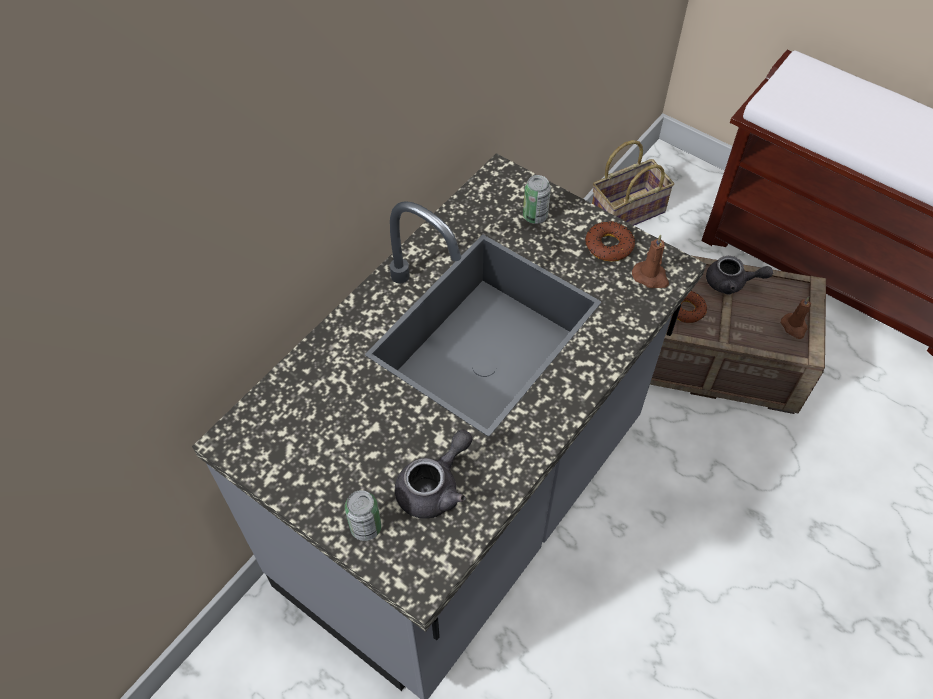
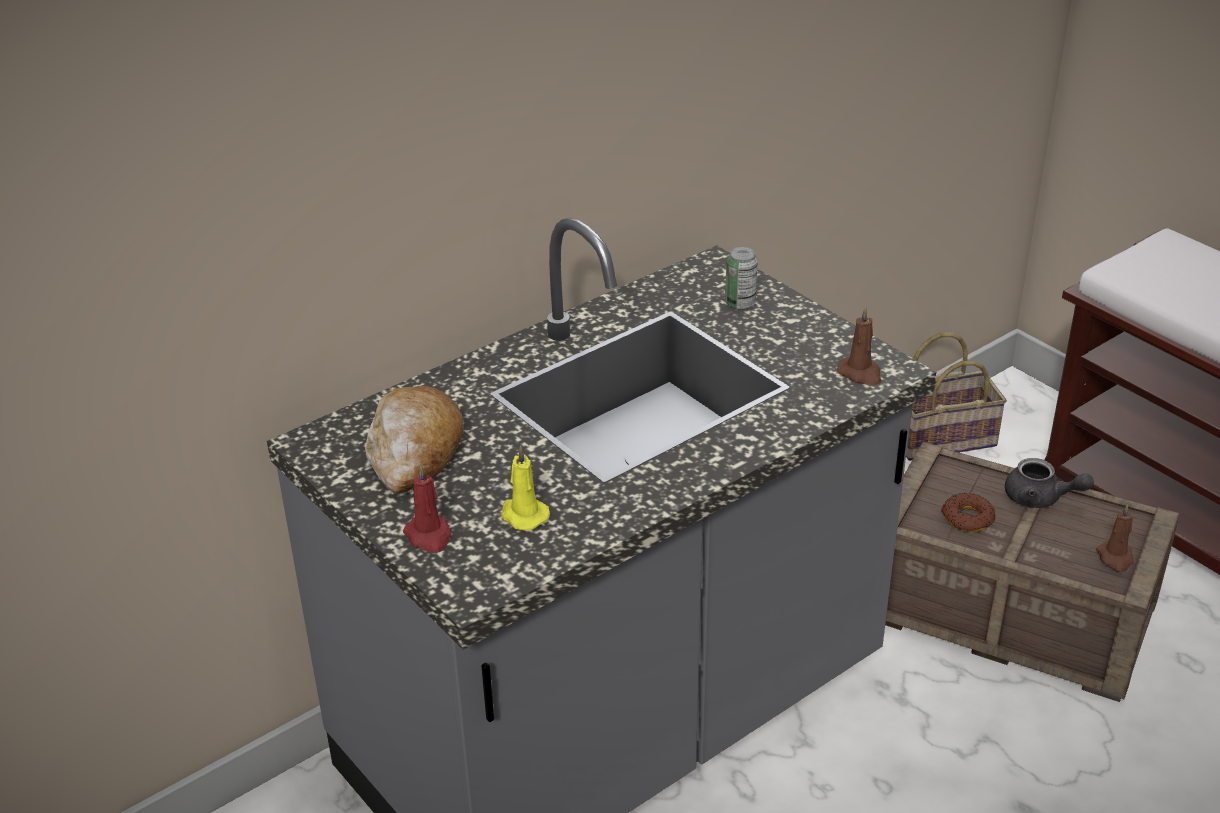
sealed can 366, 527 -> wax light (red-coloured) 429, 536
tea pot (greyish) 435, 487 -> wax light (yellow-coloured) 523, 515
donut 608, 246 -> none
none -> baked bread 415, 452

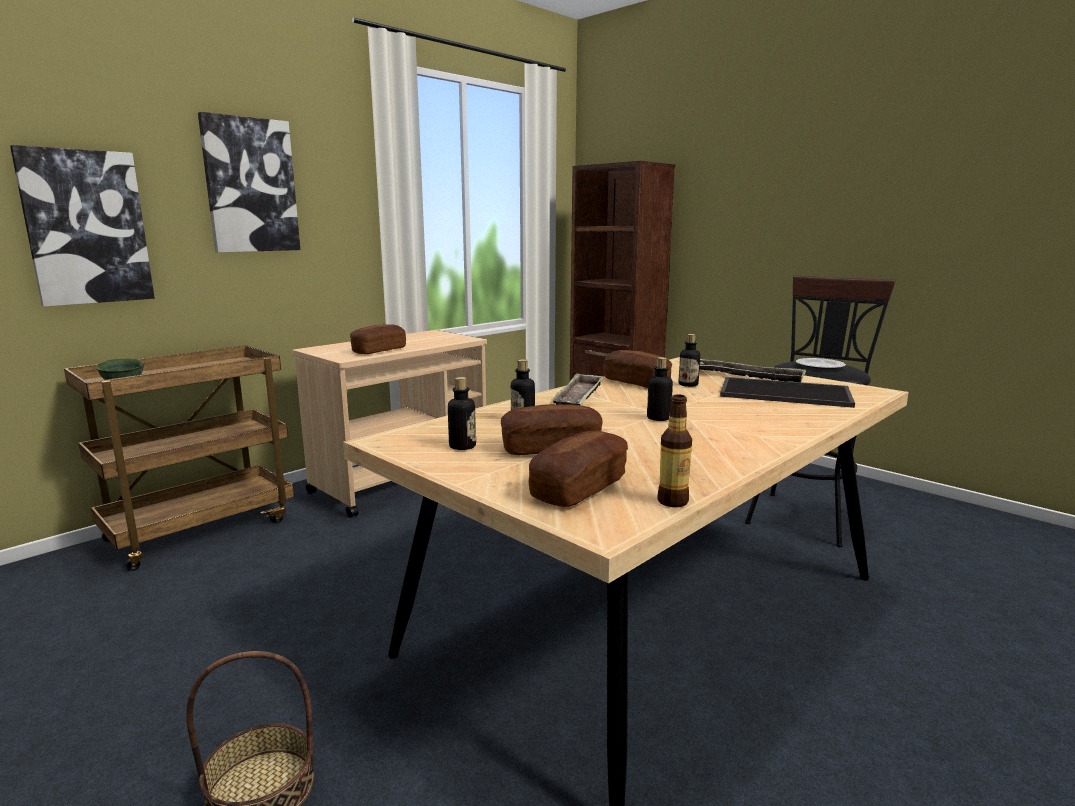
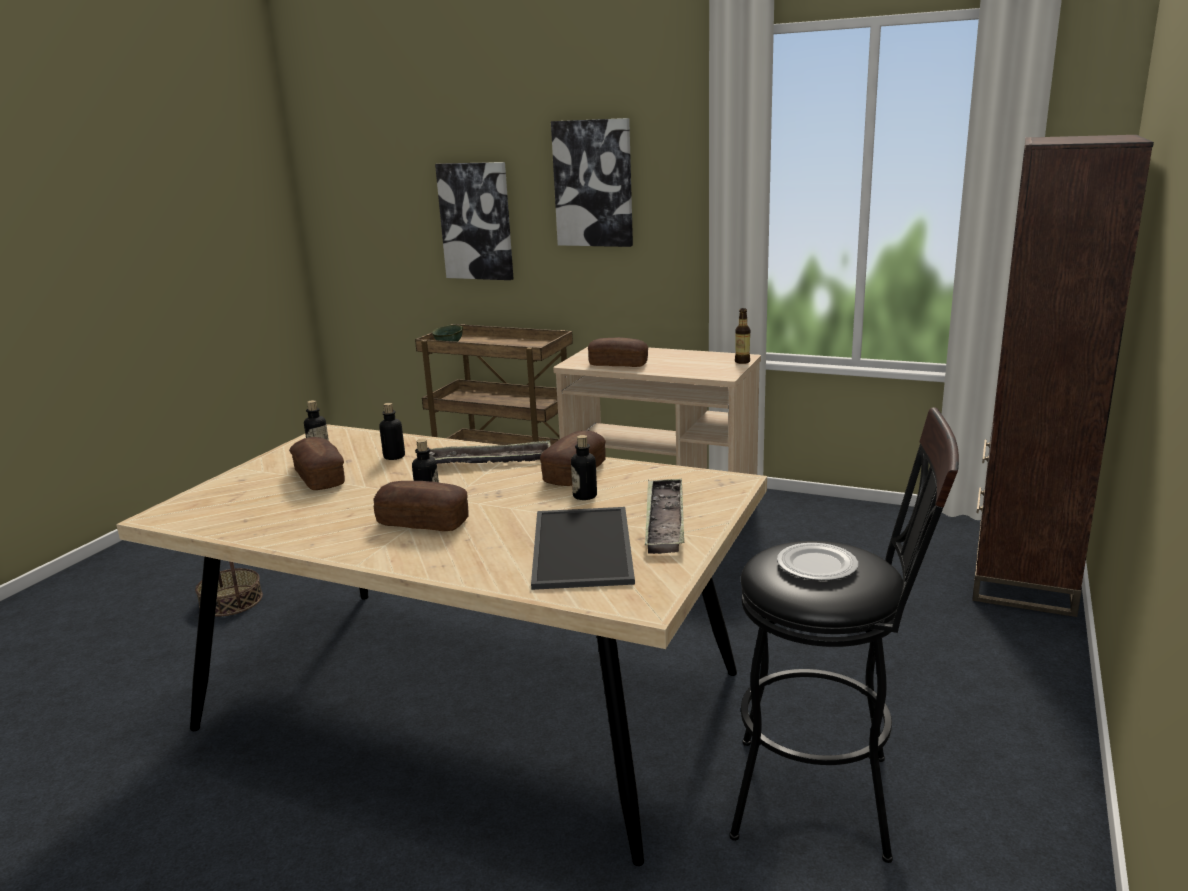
baked bread 579, 488 -> baked bread 423, 522, move
drink bottle 673, 501 -> drink bottle 742, 362, move

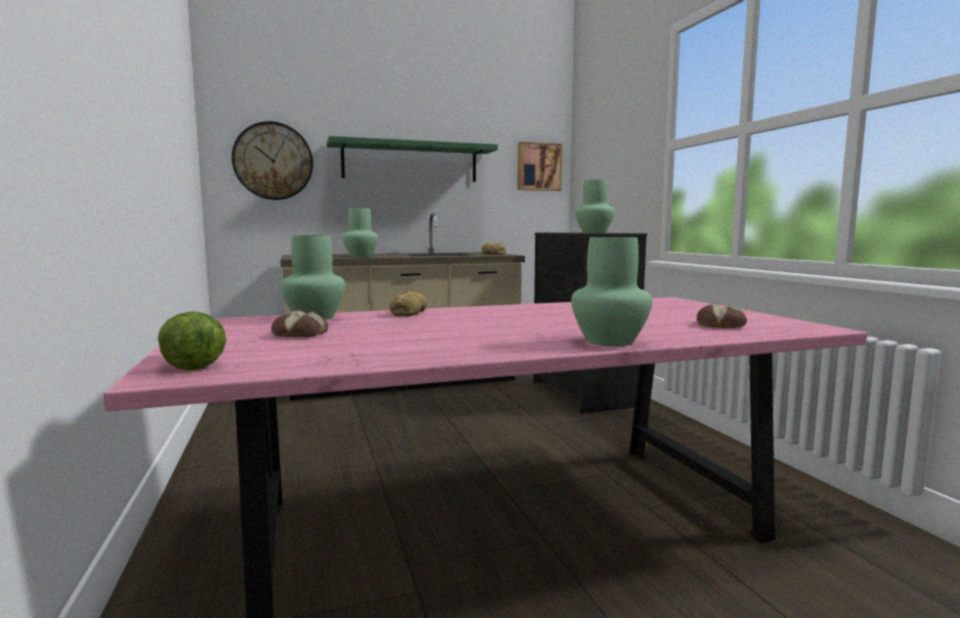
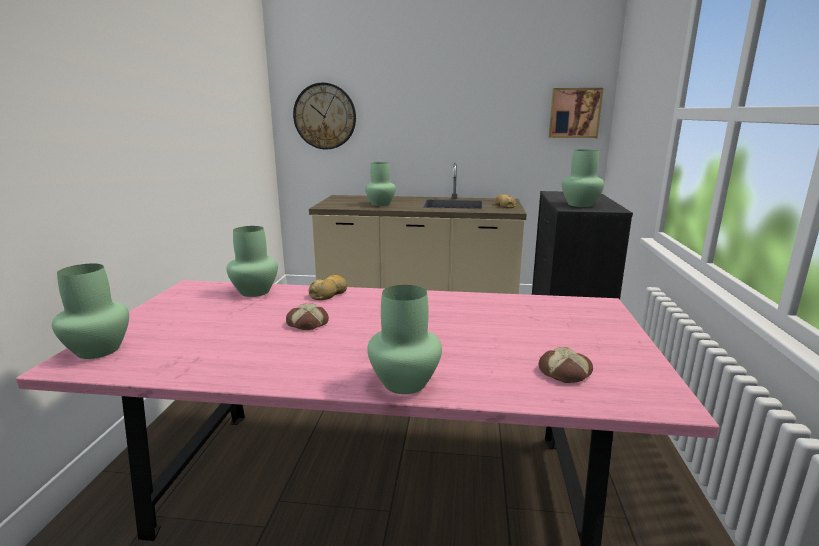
lettuce 192, 363 -> decorative vase (green-coloured) 97, 350
baked bread 299, 334 -> baked bread 306, 323, move
bracket shelf (green-coloured) 410, 162 -> none

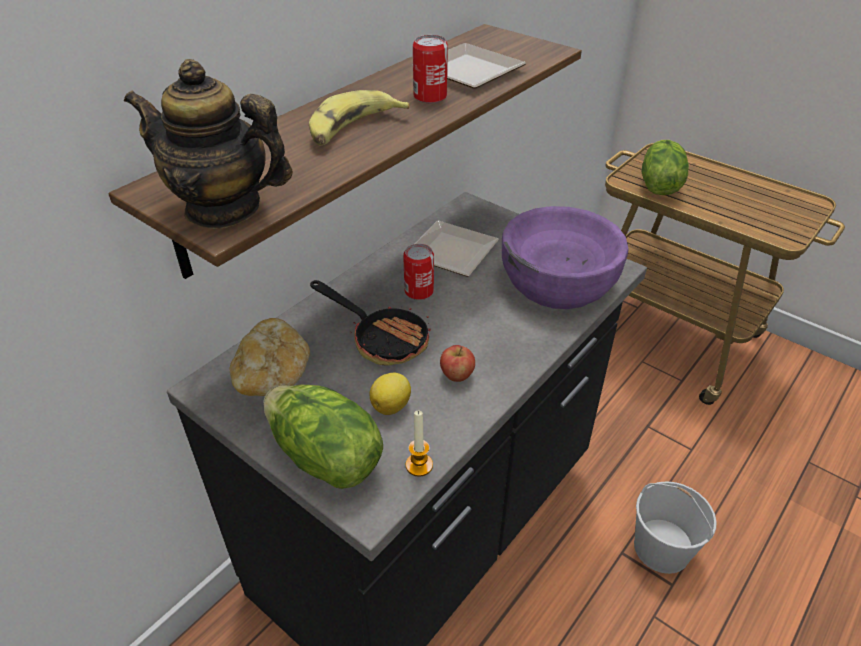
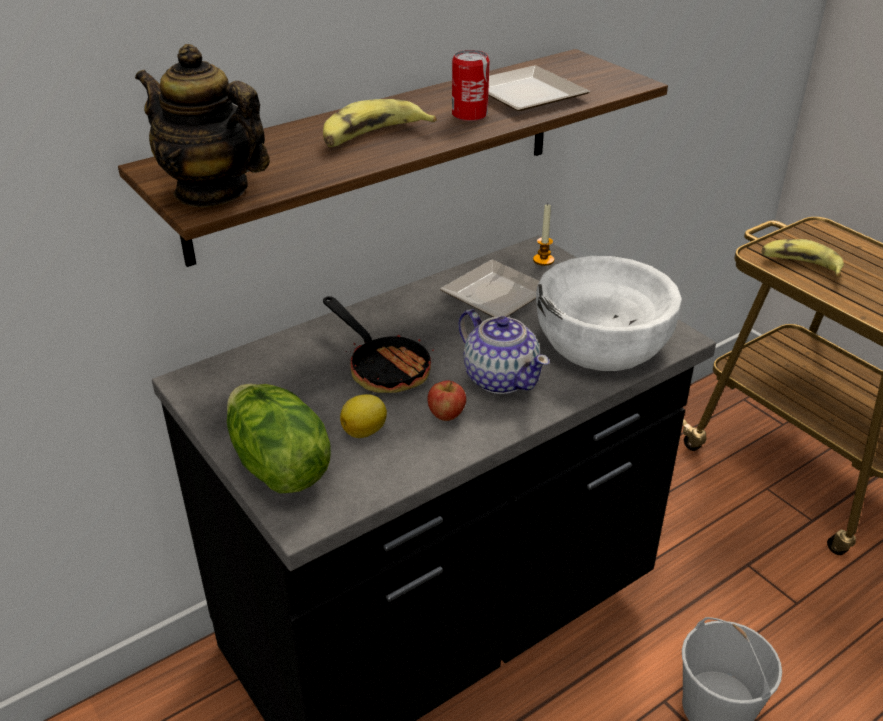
baked bread 272, 375 -> none
sealed can 419, 291 -> none
wax light 419, 465 -> wax light 543, 260, move
bowl (purple) 558, 282 -> bowl (whitish) 602, 342
lettuce 658, 185 -> banana 800, 265
none -> tea pot 500, 378

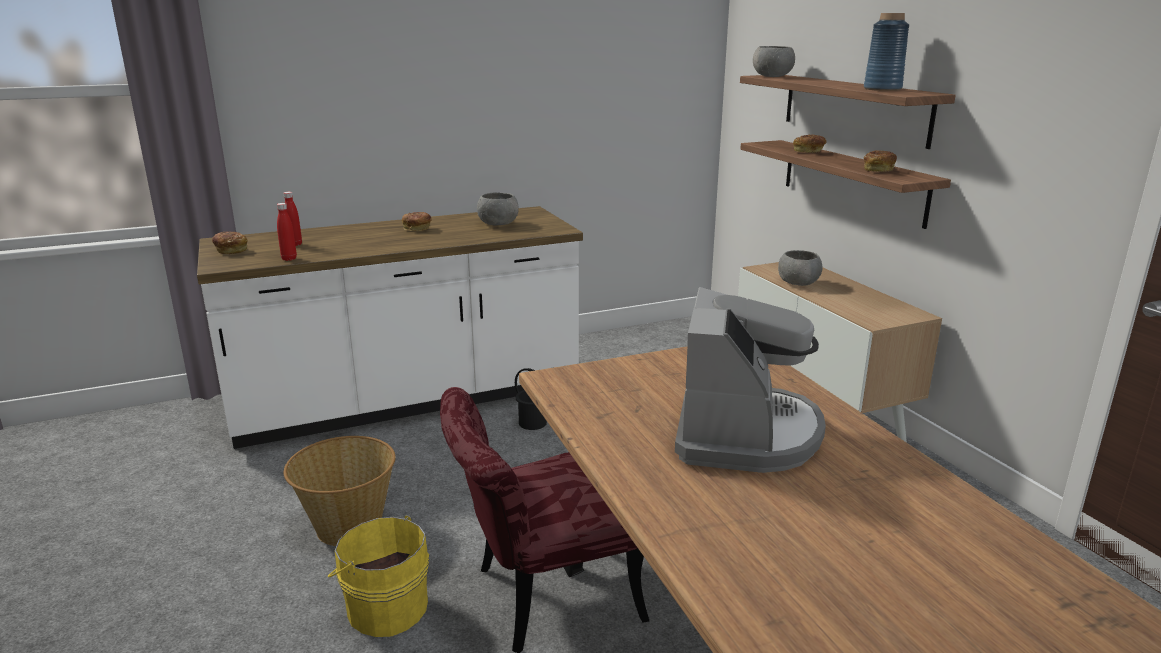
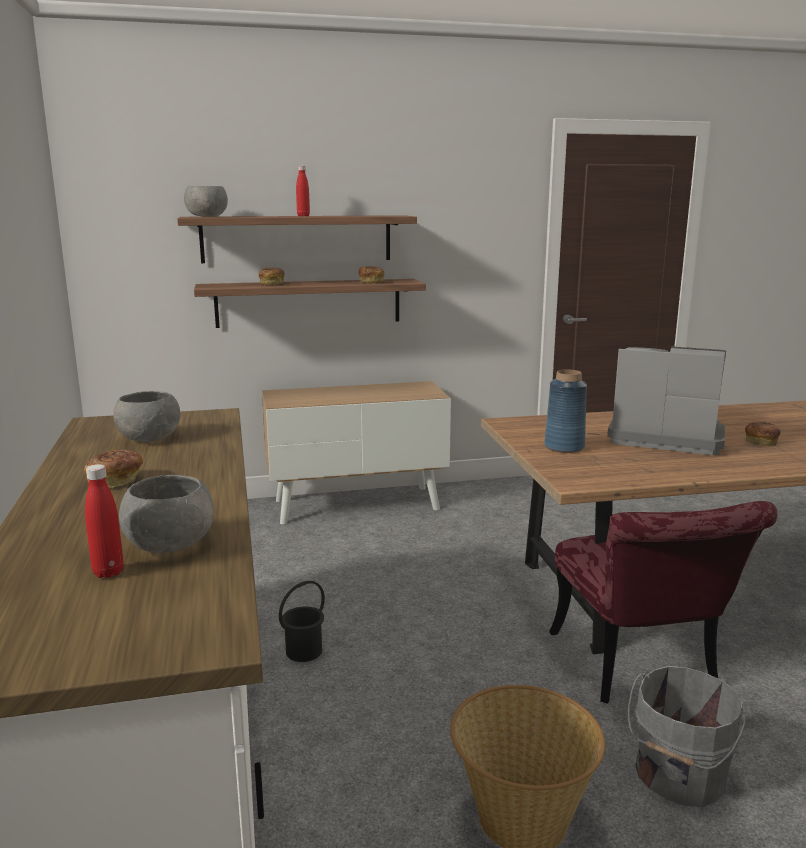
baked bread 231, 250 -> baked bread 760, 442, move
drink bottle (red-coloured) 289, 259 -> drink bottle (red-coloured) 303, 216, move
bucket (yellow-coloured) 385, 607 -> bucket (greyish) 678, 775
bowl (greyish) 797, 283 -> bowl (greyish) 170, 545, move
decorative vase (bluish) 882, 89 -> decorative vase (bluish) 564, 447, move

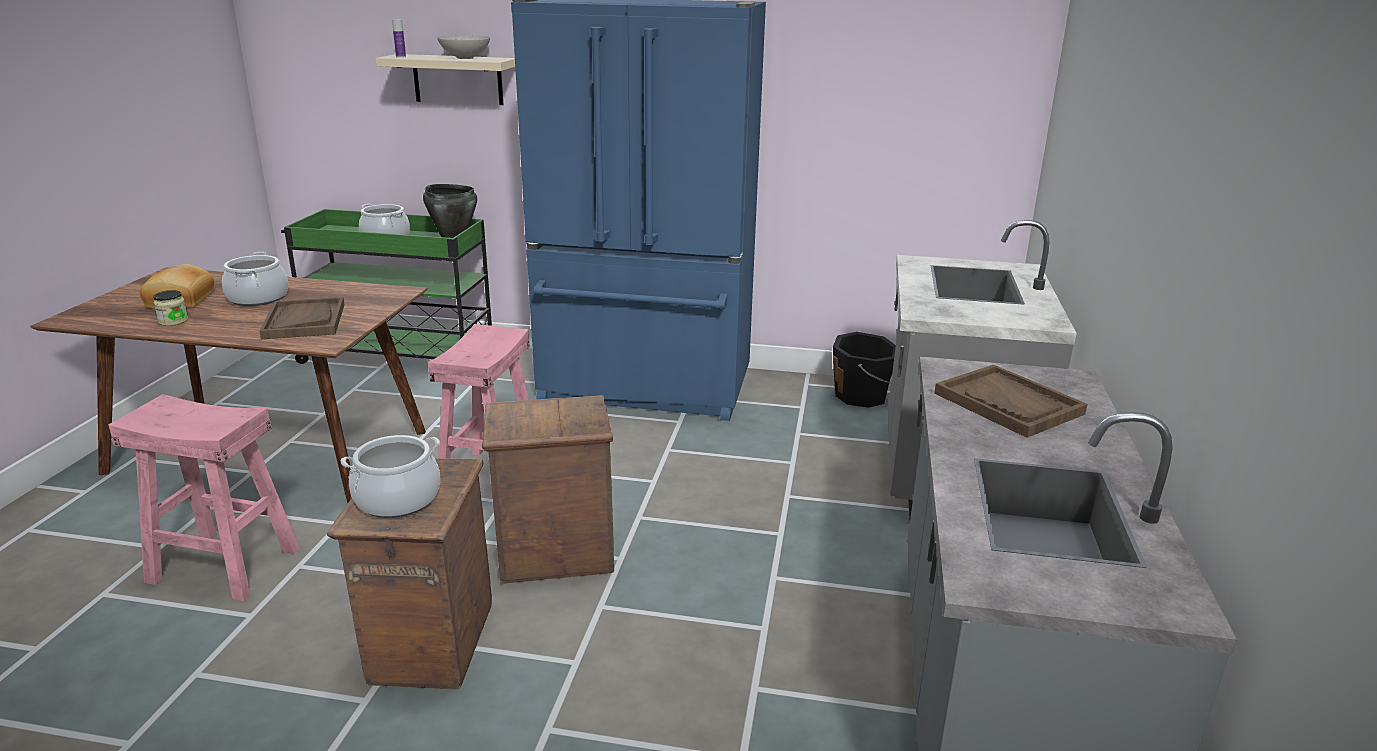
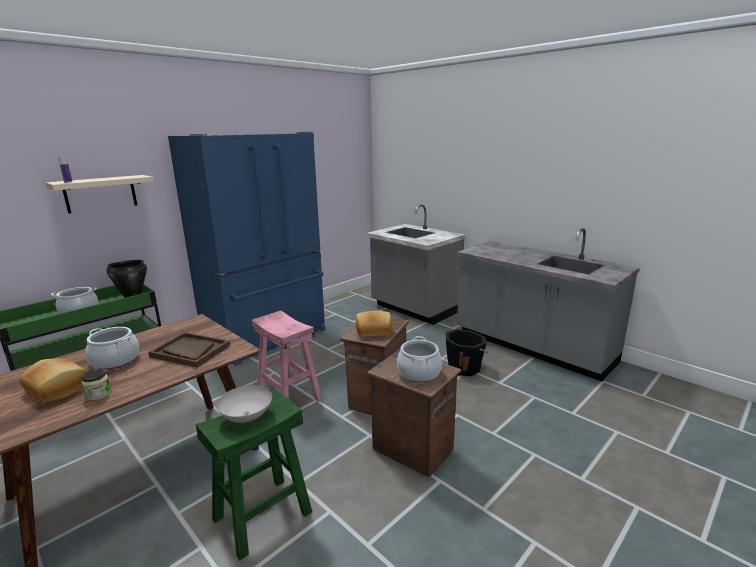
stool seat (pinkish) 223, 566 -> stool seat (green-coloured) 262, 516
bowl (whitish) 465, 58 -> bowl (whitish) 246, 417, move
bucket (blackish) 862, 396 -> bucket (blackish) 464, 367, move
tray (brown-coloured) 1008, 403 -> none
none -> baked bread 373, 330

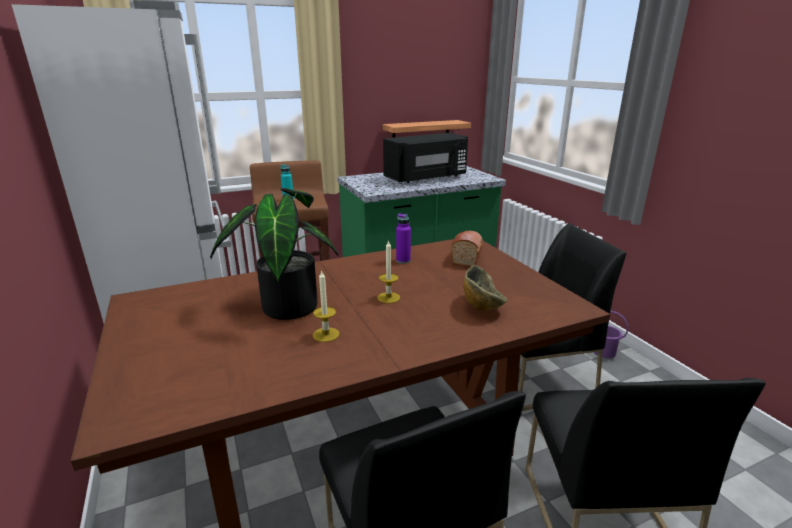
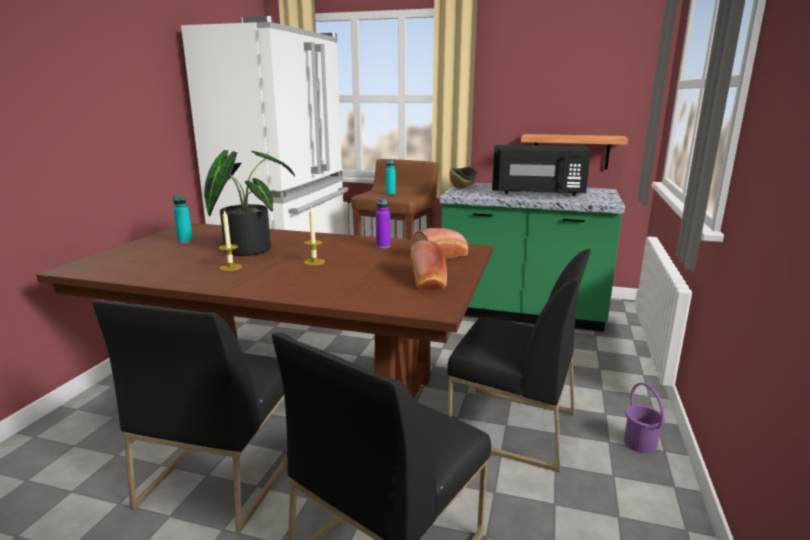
bowl 482, 306 -> bowl 463, 188, move
none -> drink bottle (blue-green) 185, 241
none -> baked bread 428, 280

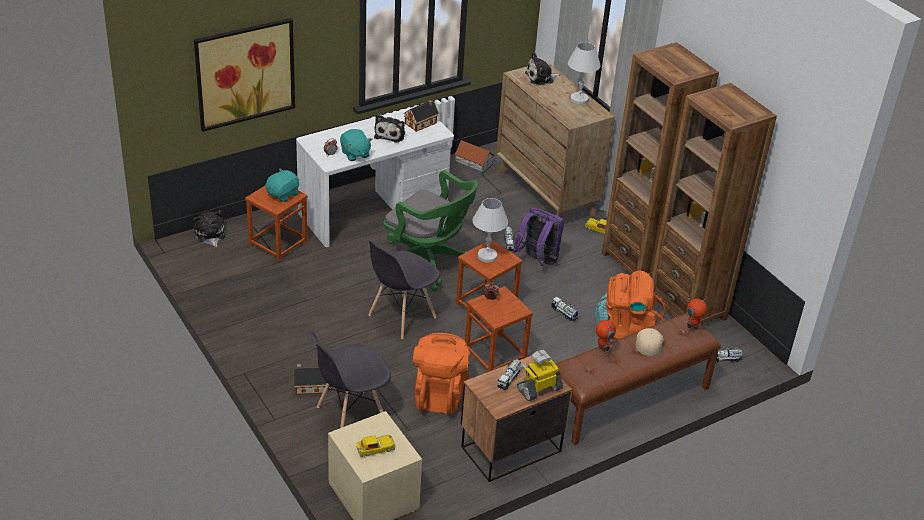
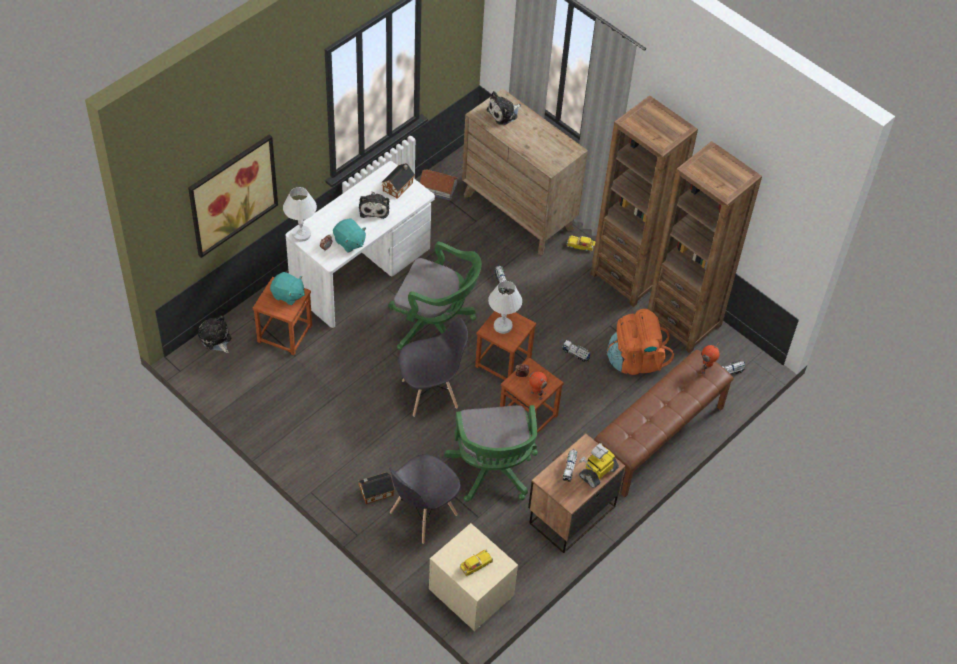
cuddly toy (blue-green) 283, 194 -> cuddly toy (blue-green) 288, 295, 90 degrees clockwise
chair (greyish) 401, 317 -> chair (greyish) 430, 393, 135 degrees counterclockwise
backpack (orange-coloured) 439, 394 -> desk chair (green-coloured) 492, 472
backpack (purple) 537, 260 -> none
lamp for a table (whitish) 579, 99 -> lamp for a table (whitish) 301, 234, move
model robot 601, 351 -> model robot 536, 395, move
baseball cap (beige-coloured) 648, 342 -> none

